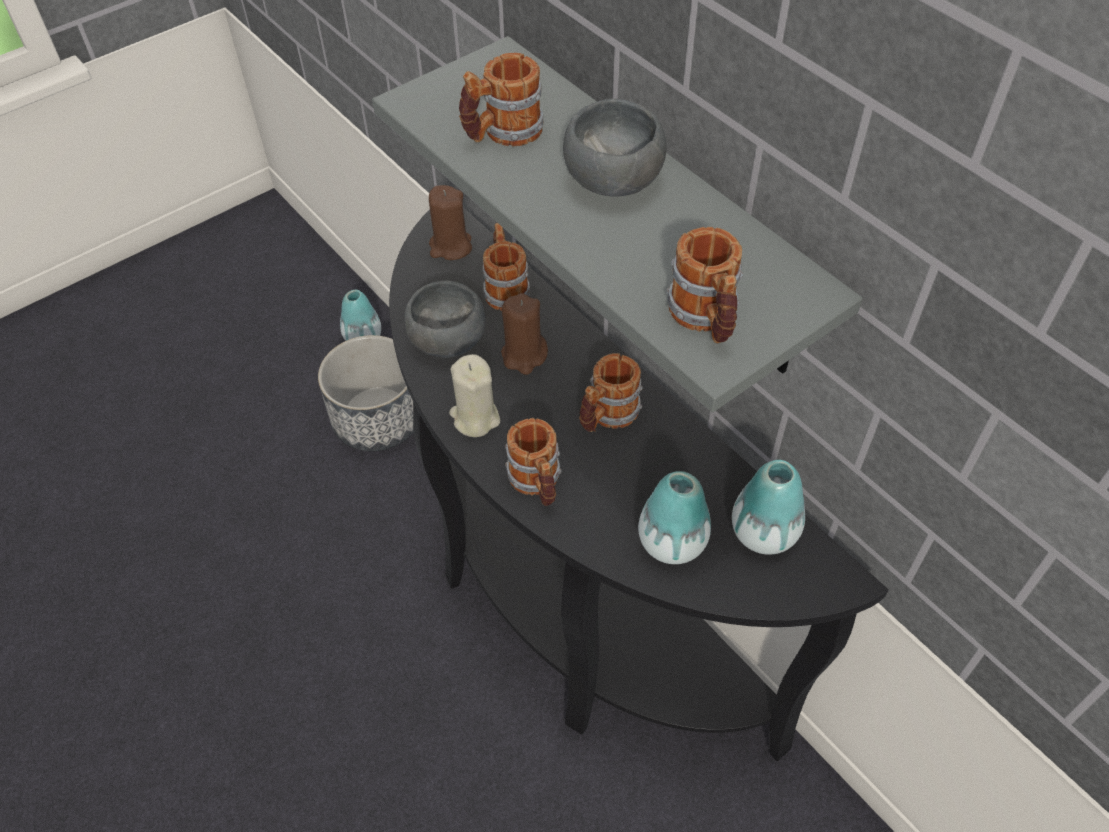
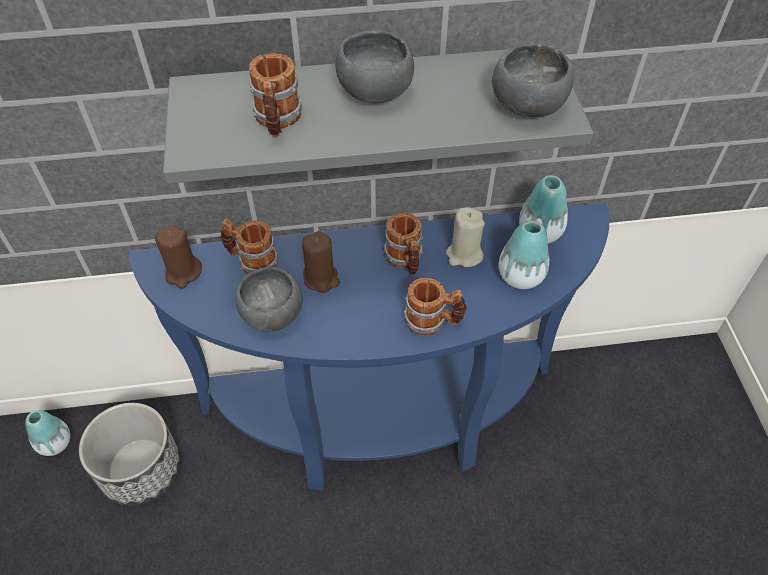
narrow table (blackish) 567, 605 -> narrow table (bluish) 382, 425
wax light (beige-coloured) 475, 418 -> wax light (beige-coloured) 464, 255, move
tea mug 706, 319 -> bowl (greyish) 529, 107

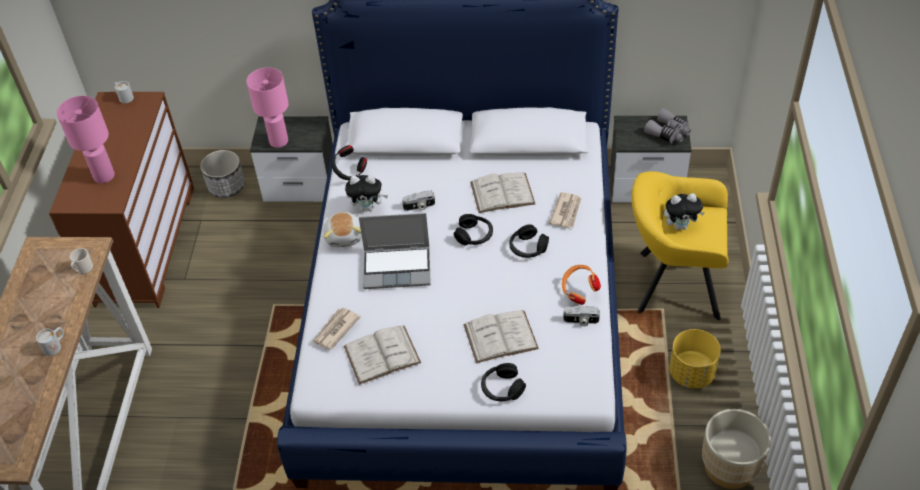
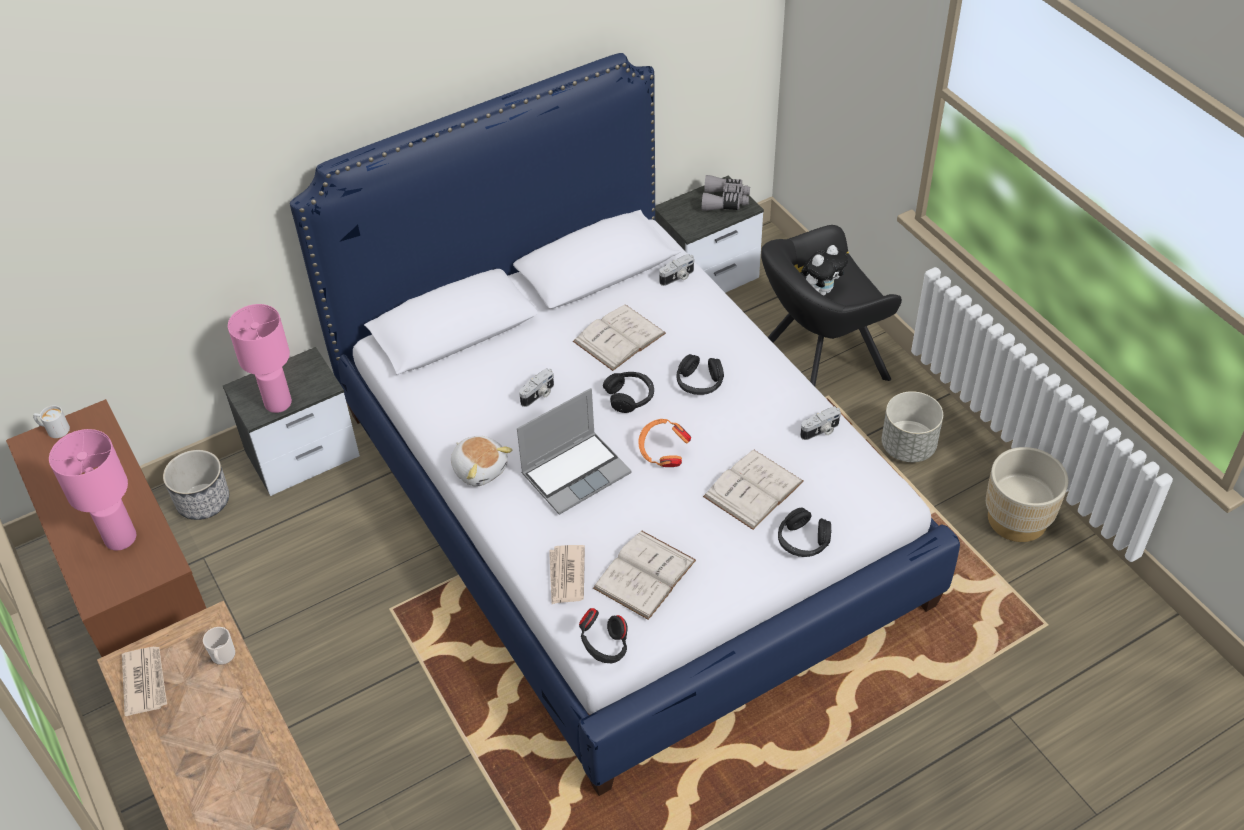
tea mug (whitish) 55, 345 -> none
headphones (blackish) 349, 173 -> headphones (blackish) 604, 648, move
cuddly toy 368, 207 -> none
daily paper 566, 212 -> daily paper 145, 681, move
headphones (orange-coloured) 579, 292 -> headphones (orange-coloured) 663, 454, move
armchair (yellow-coloured) 673, 284 -> armchair (blackish) 817, 366
plant pot (yellow-coloured) 692, 373 -> plant pot (greyish) 908, 446
none -> photo camera 677, 277

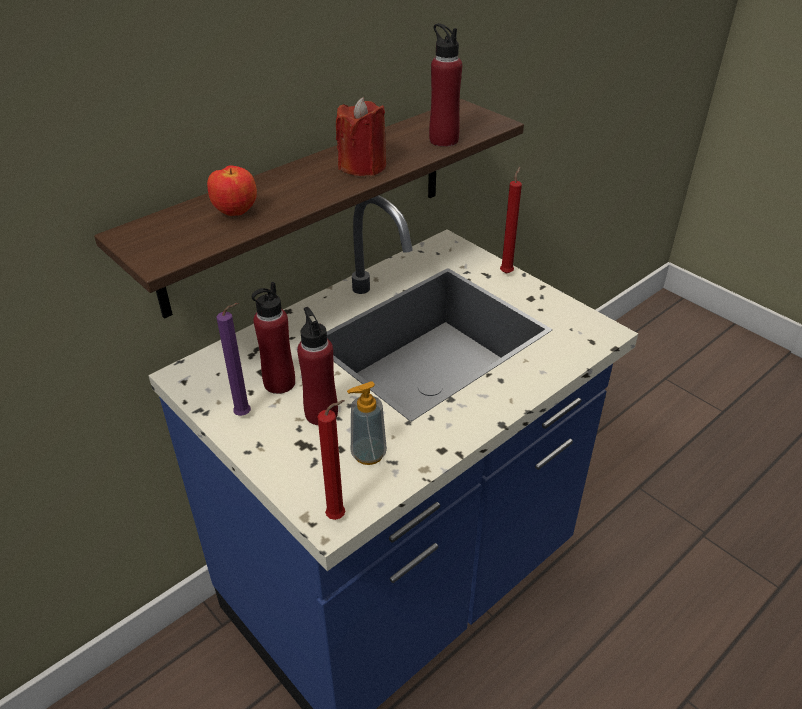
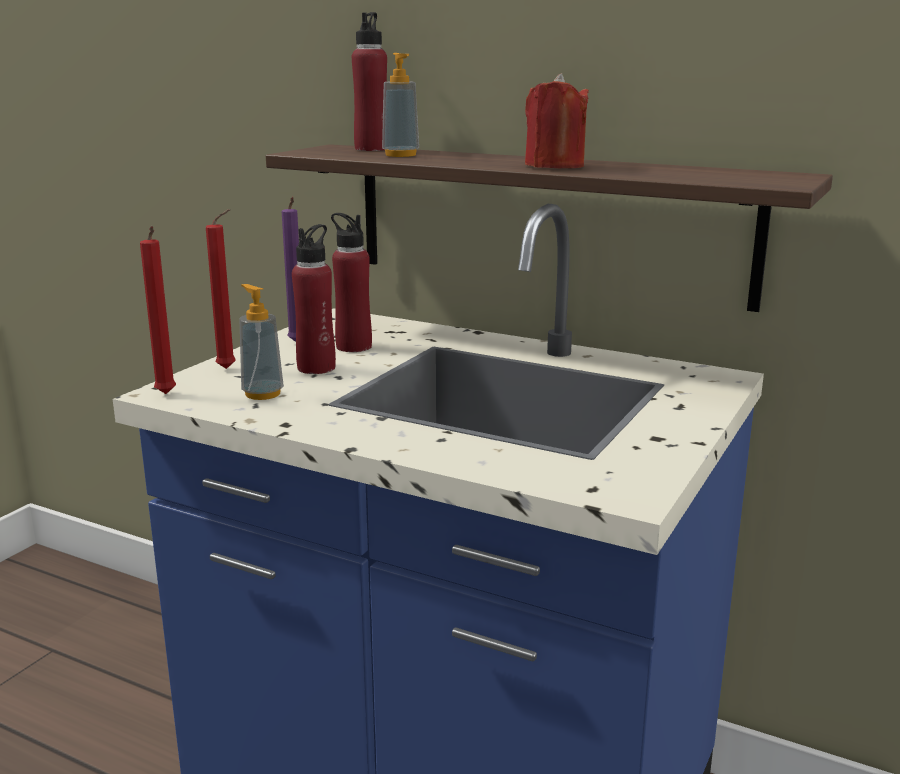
whole apple 236, 213 -> liquid soap bottle 401, 155
drink bottle (red-coloured) 443, 140 -> drink bottle (red-coloured) 372, 149, move
wax light (red-coloured) 507, 272 -> wax light (red-coloured) 229, 369, move

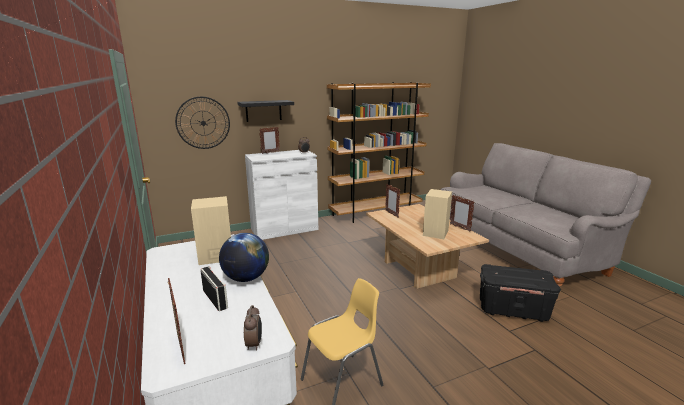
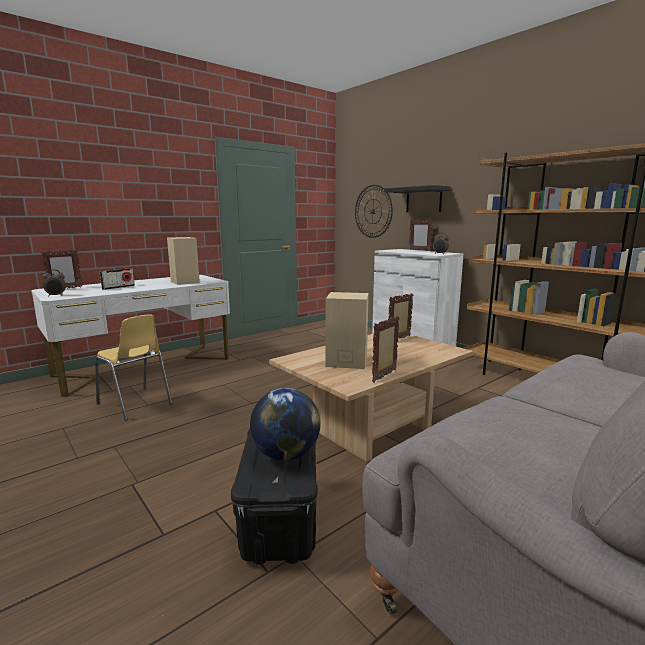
globe 246, 278 -> globe 286, 455, move

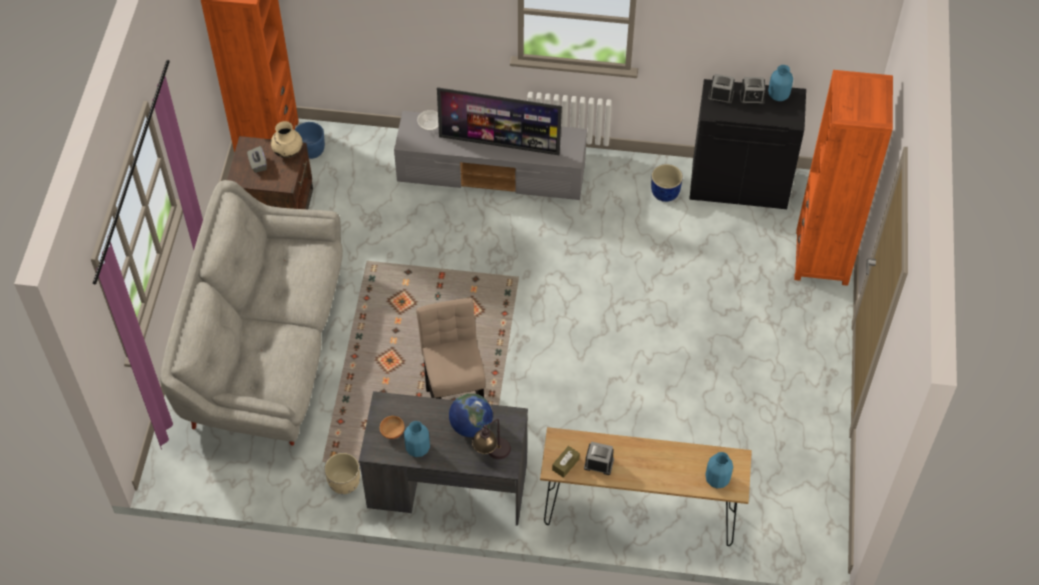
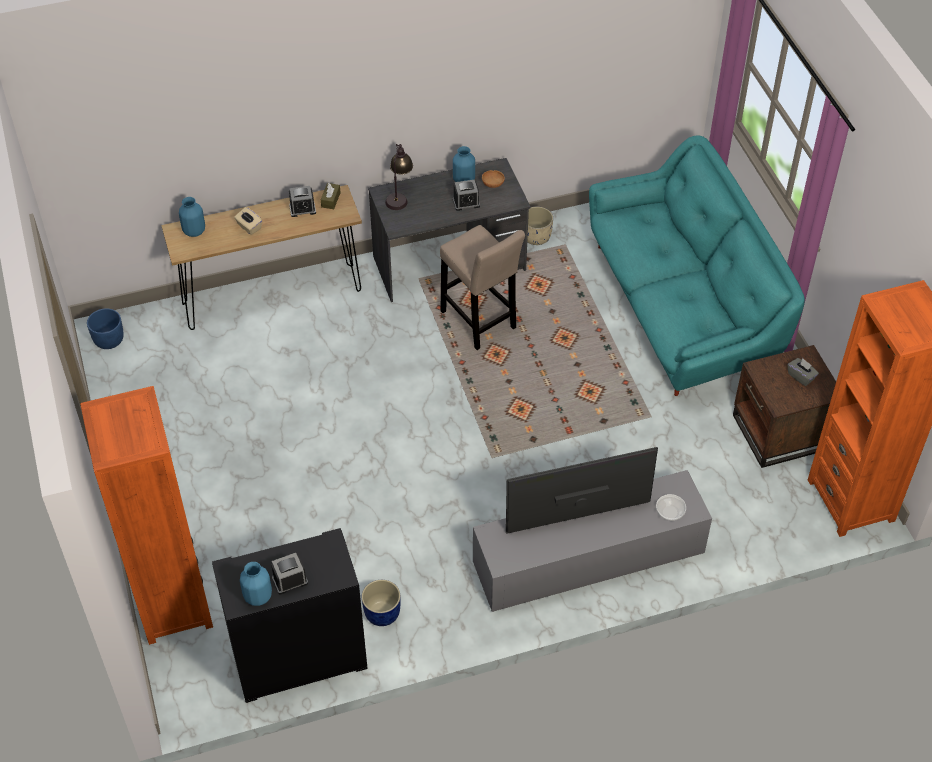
couch (greyish) 266, 348 -> couch (blue-green) 681, 308
decorative vase (beige-coloured) 288, 151 -> none
plant pot (bluish) 311, 150 -> plant pot (bluish) 109, 340, move
globe 471, 426 -> none
table clock 720, 95 -> table clock 466, 203, move
none -> tissue box (beige-coloured) 249, 227

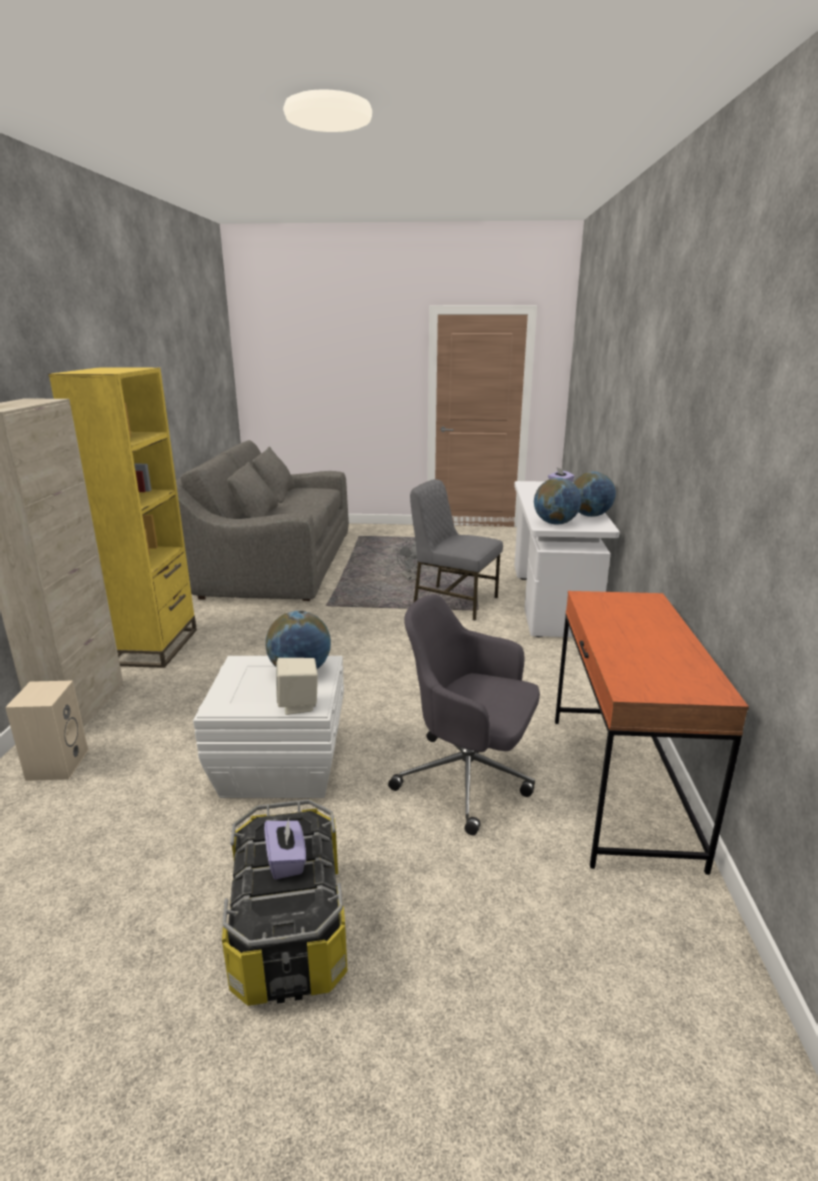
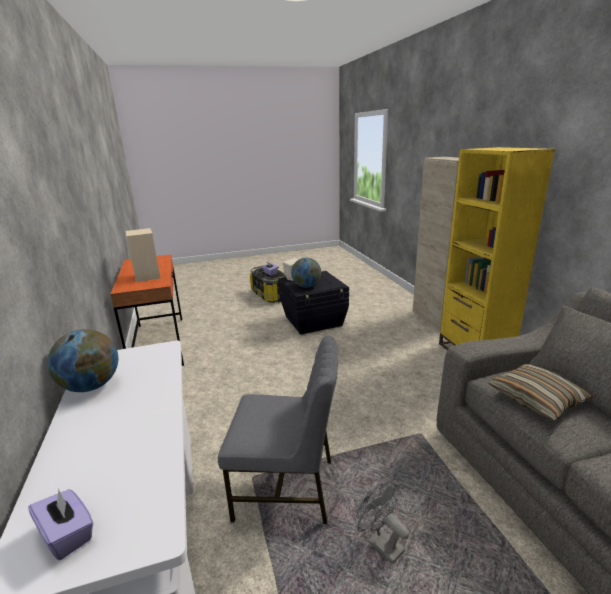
speaker (beige-coloured) 57, 764 -> speaker (beige-coloured) 148, 276, move
storage bin (whitish) 280, 764 -> storage bin (blackish) 314, 321
desk chair (greyish) 468, 779 -> none
globe 555, 523 -> none
none -> pillow 536, 399

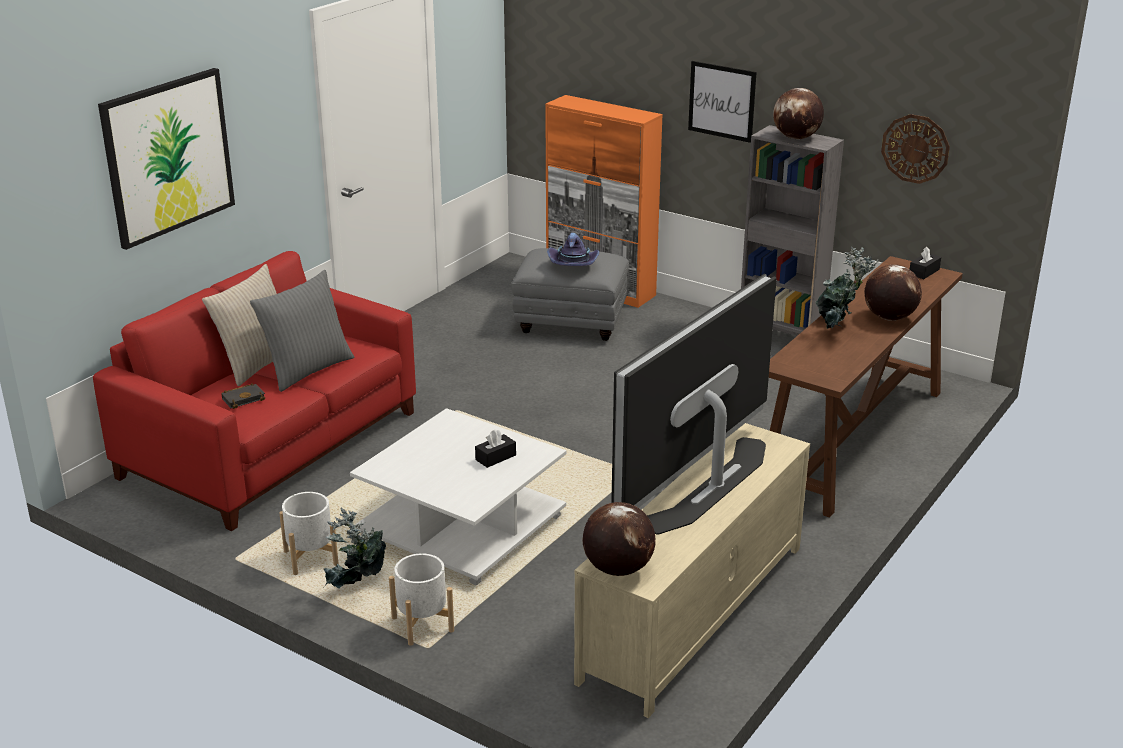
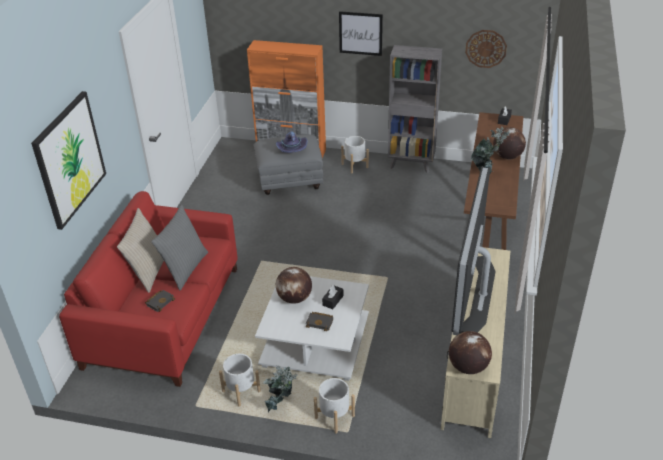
globe 796, 138 -> globe 295, 298, move
none -> bound book (blackish) 320, 322
none -> plant pot (whitish) 354, 165

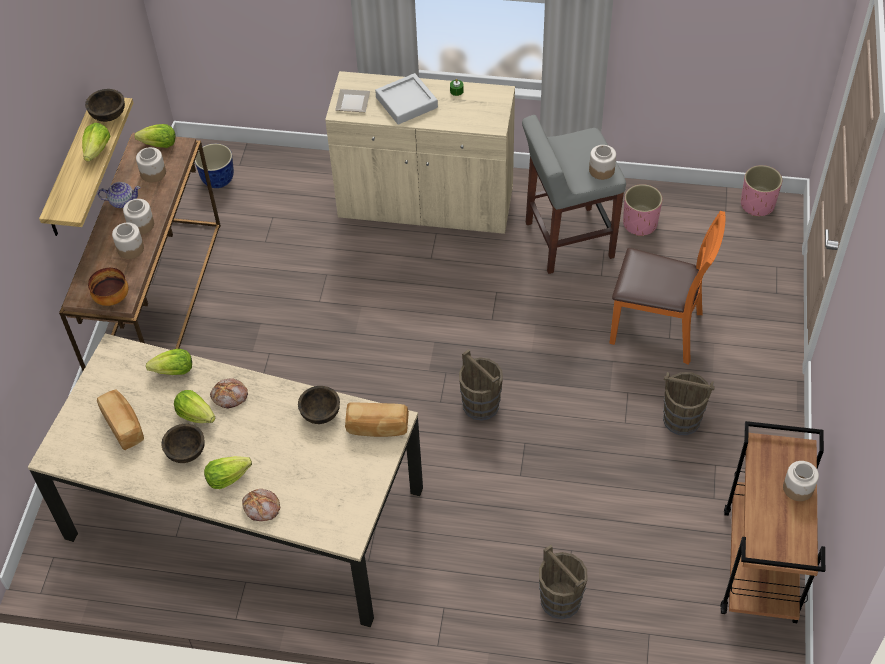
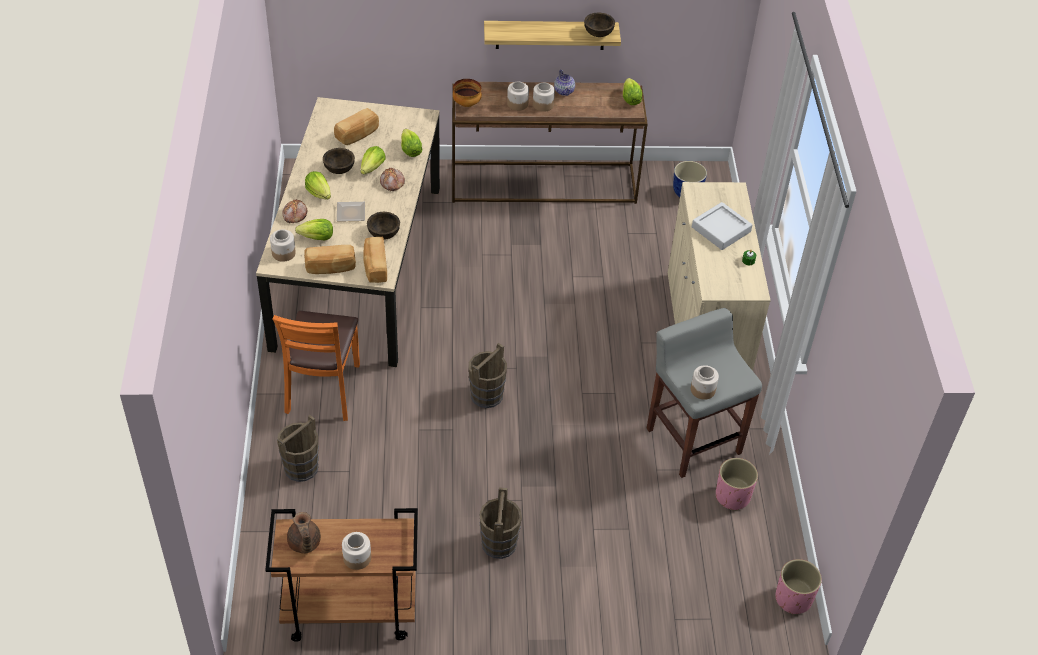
lettuce 97, 150 -> lettuce 317, 238, move
jar 153, 173 -> jar 284, 253, move
flat dish 351, 103 -> flat dish 350, 212, move
chair (orange-coloured) 657, 329 -> chair (orange-coloured) 323, 389, move
none -> tea pot (brown-coloured) 304, 544
none -> baked bread 330, 267

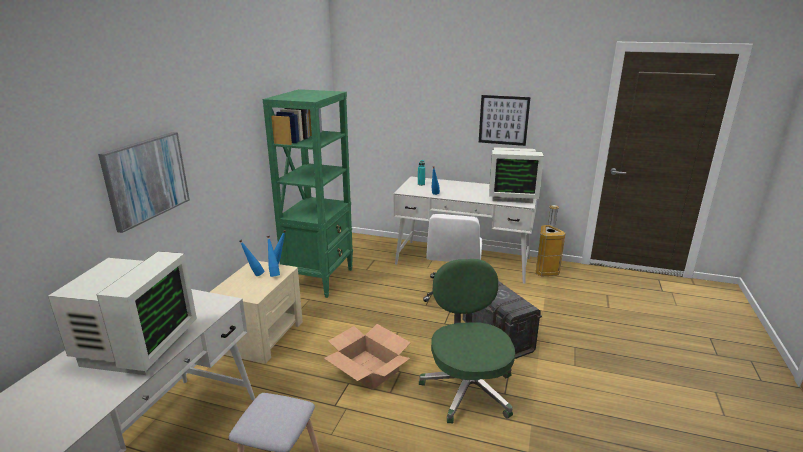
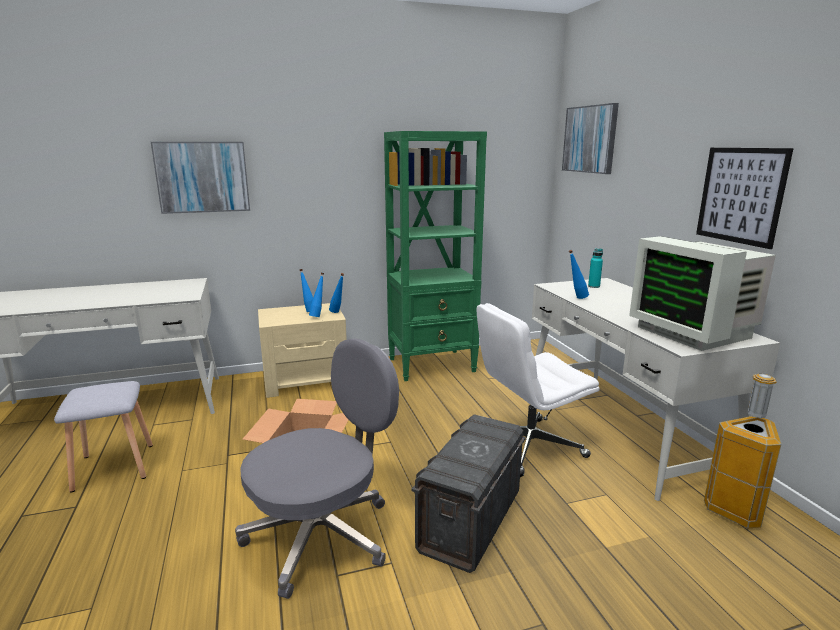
monitor 135, 348 -> none
desk chair (green-coloured) 467, 388 -> desk chair (greyish) 322, 535
none -> wall picture 590, 139

